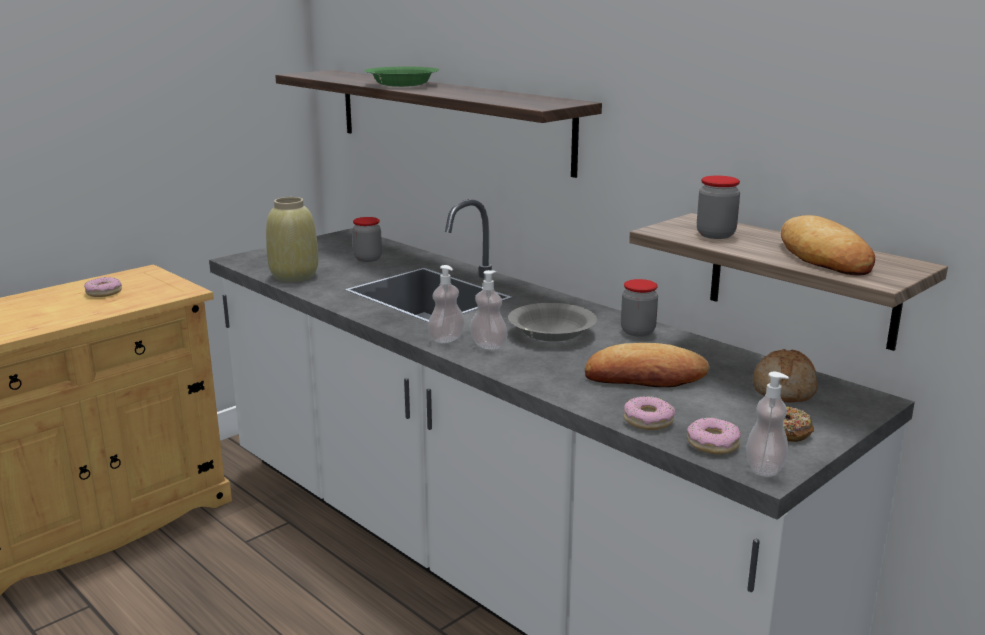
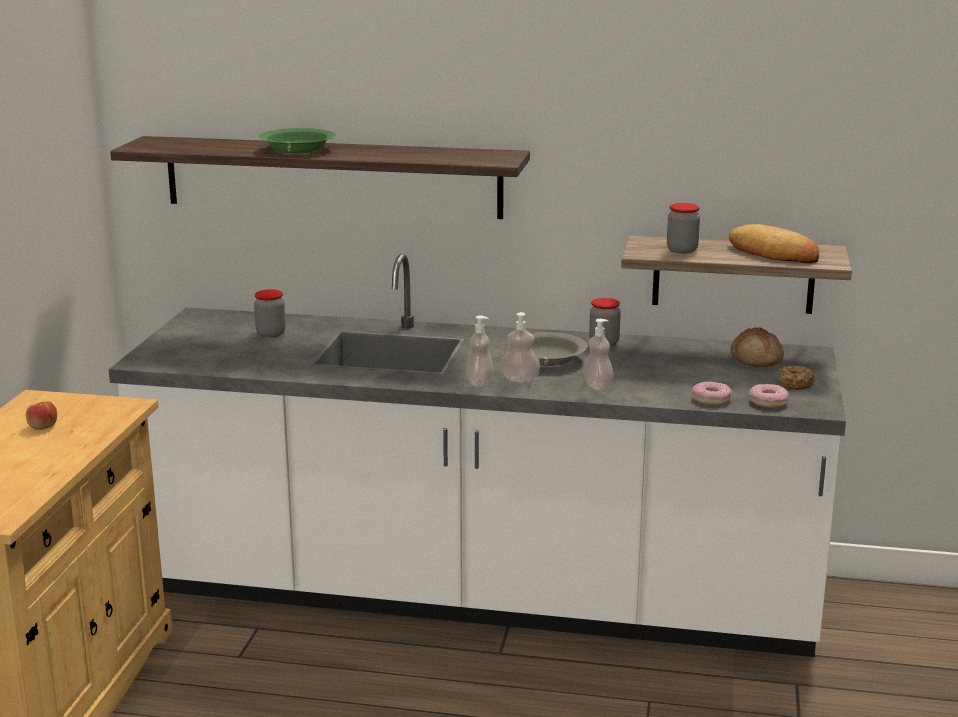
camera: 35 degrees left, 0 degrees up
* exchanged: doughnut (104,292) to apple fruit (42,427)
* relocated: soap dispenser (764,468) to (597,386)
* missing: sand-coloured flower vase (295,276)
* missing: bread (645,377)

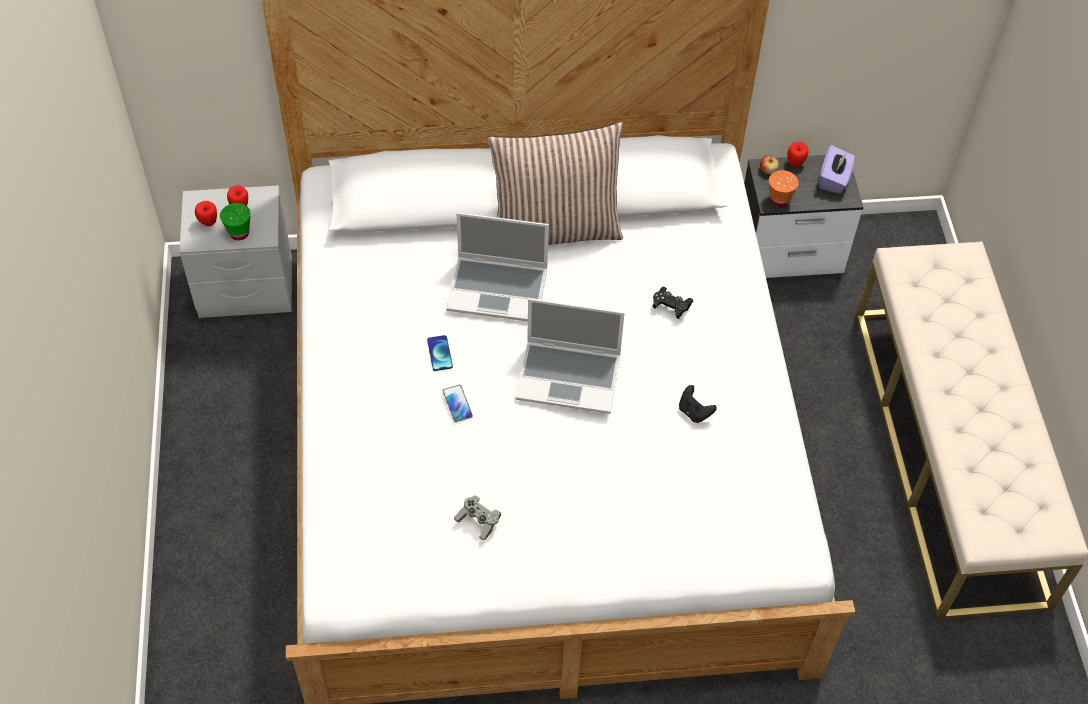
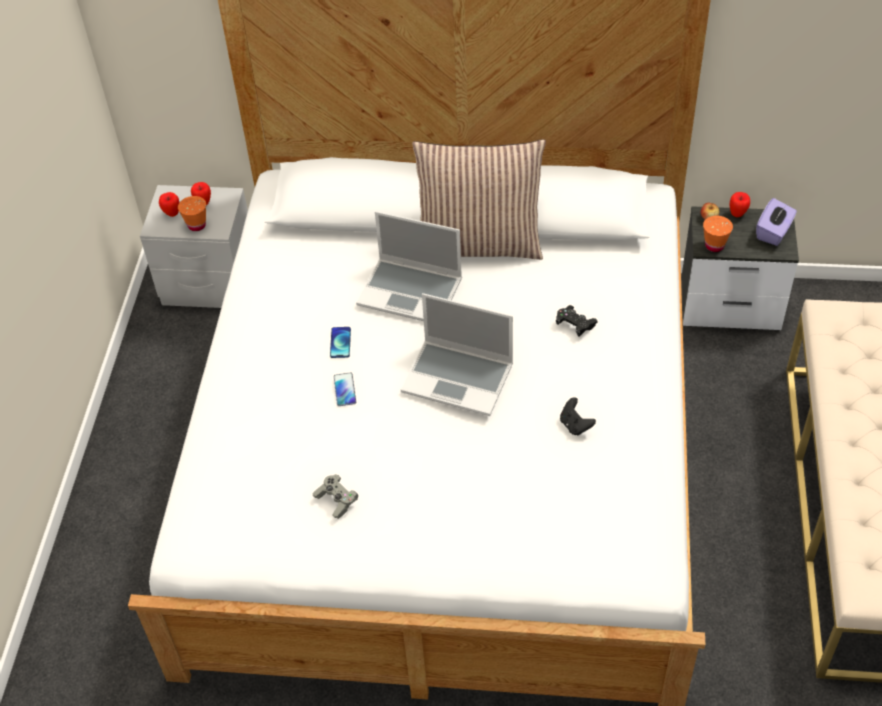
camera: 15 degrees right, 5 degrees down
* colour: green-coloured small cup (239,233) to orange-coloured small cup (196,225)

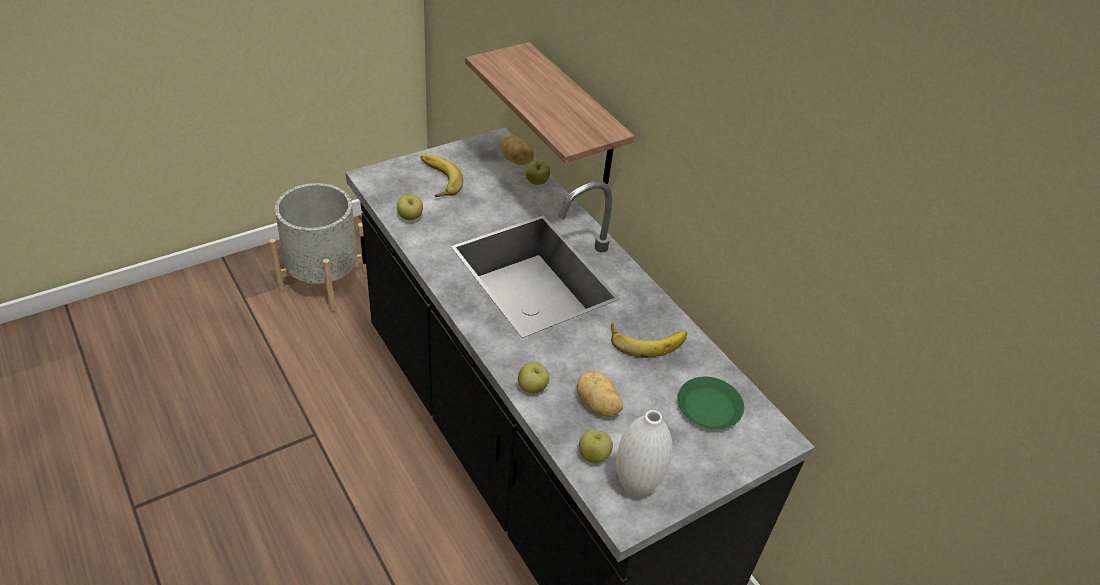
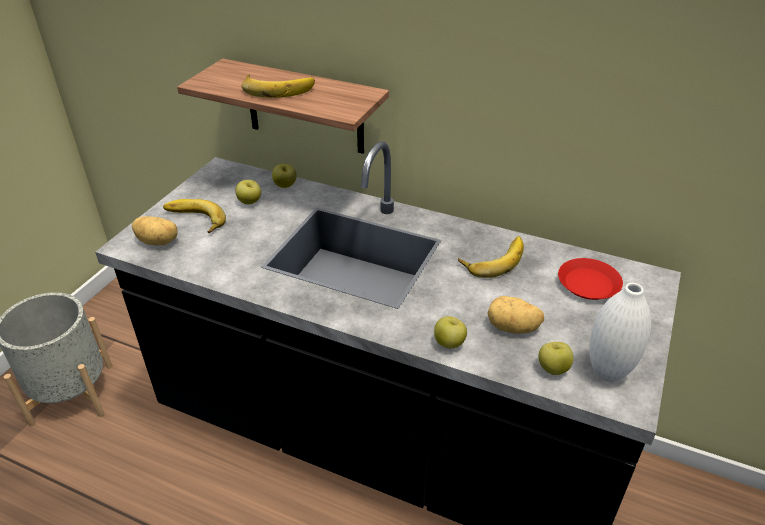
camera: 30 degrees left, 5 degrees down
* relocated: spud (516,160) to (158,241)
* relocated: apple fruit (410,217) to (250,202)
* appeared: banana fruit (278,88)
* colour: green-coloured plate (709,407) to red-coloured plate (588,283)

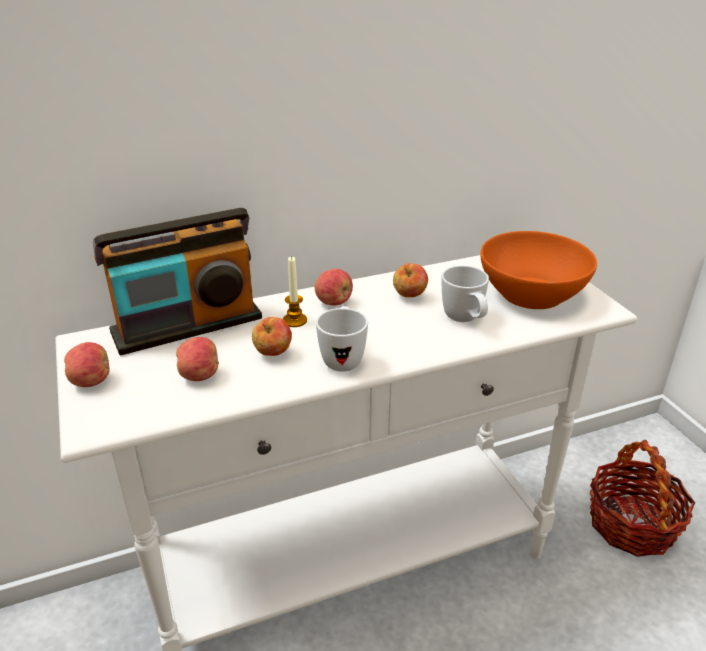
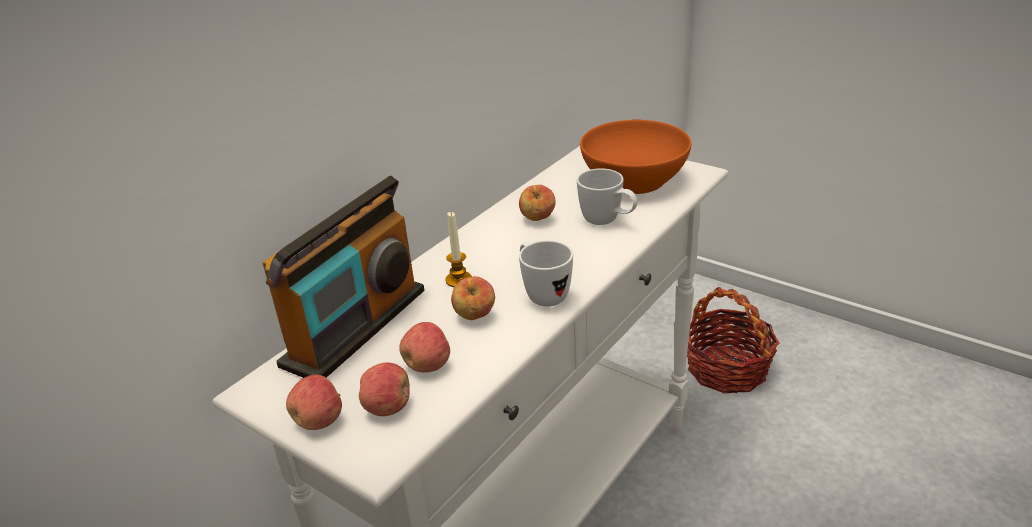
camera: 30 degrees left, 0 degrees up
* relocated: apple fruit (334,302) to (388,407)

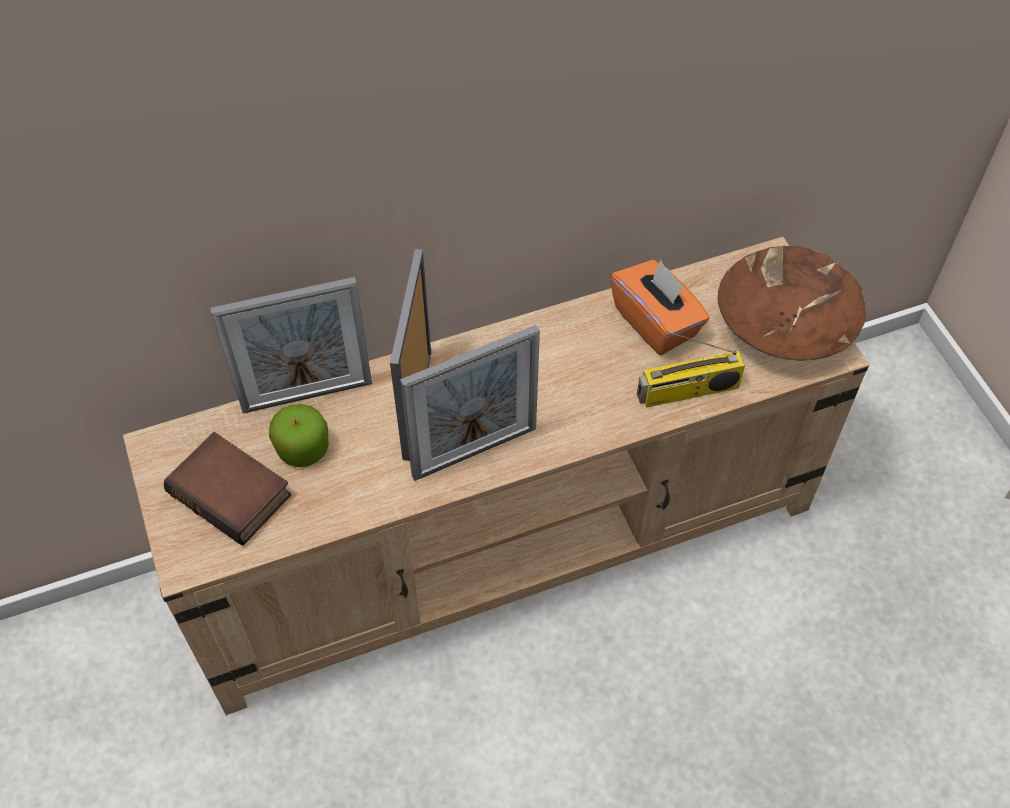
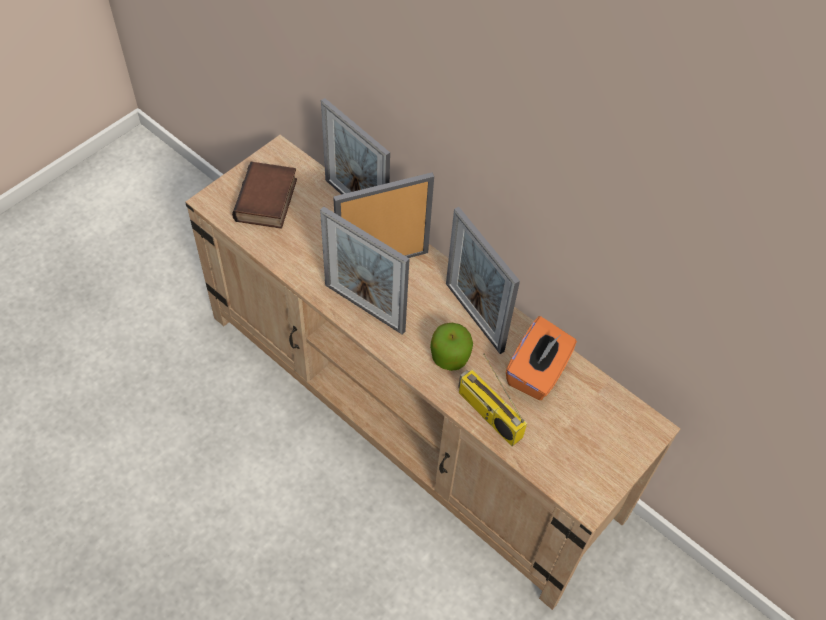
camera: 60 degrees right, 0 degrees up
* relocated: apple fruit (302,448) to (450,356)
* appeared: standing frame (474,317)
* missing: brown-coloured serving bowl (785,324)

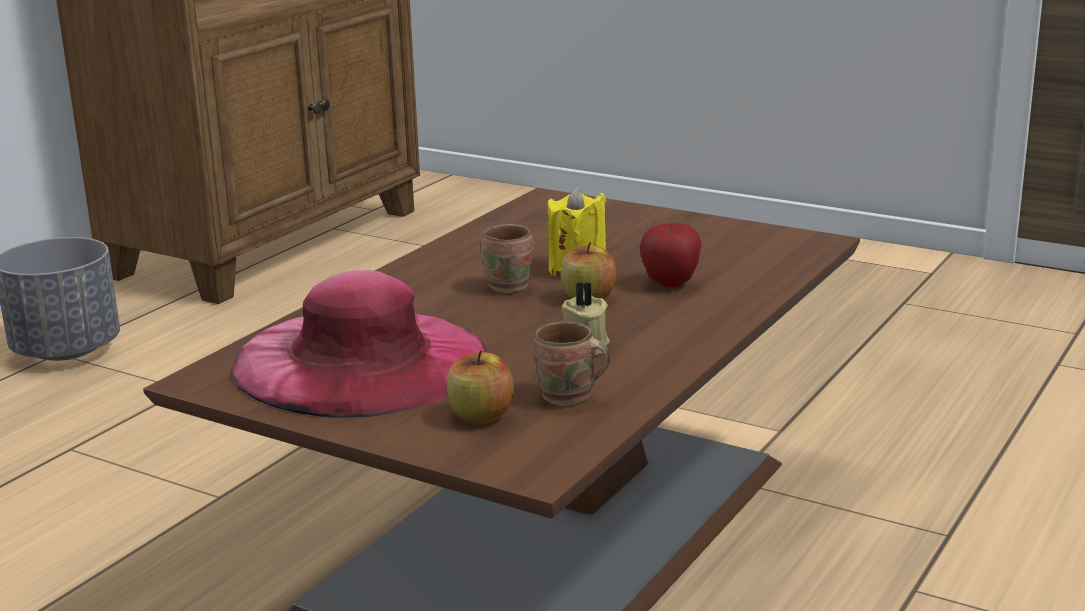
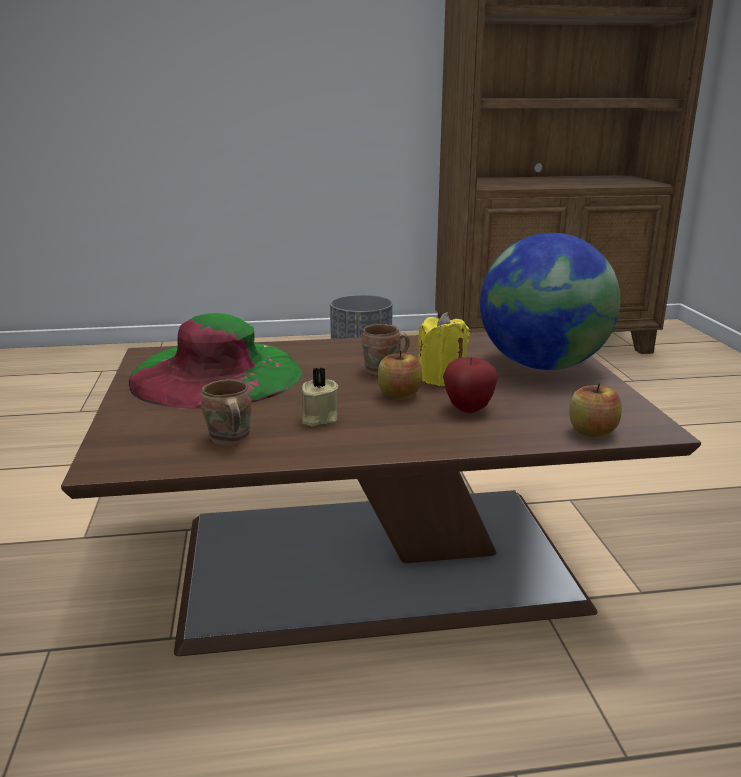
camera: 50 degrees right, 0 degrees up
* colour: pinkish wearable hat (360,361) to green-coloured wearable hat (216,374)
* appeared: world globe (542,366)
* relocated: apple fruit (481,416) to (592,432)

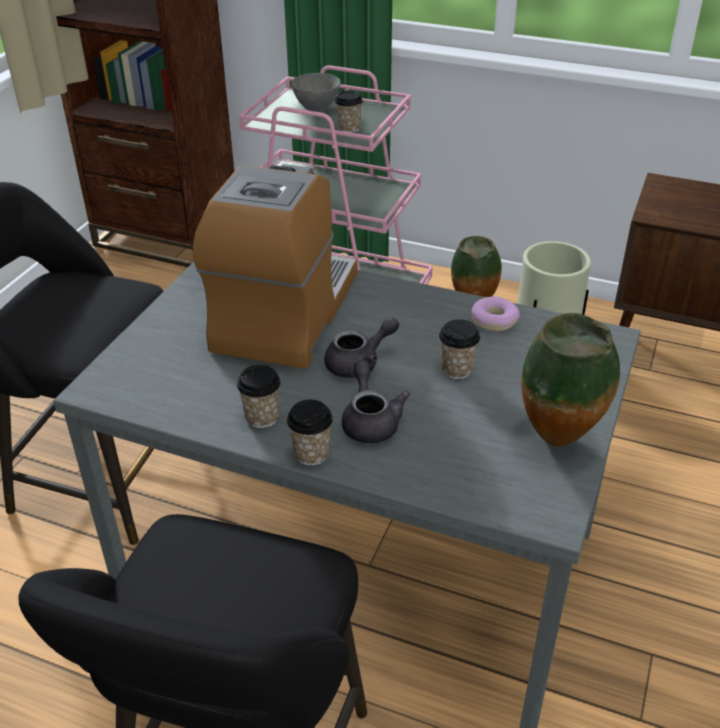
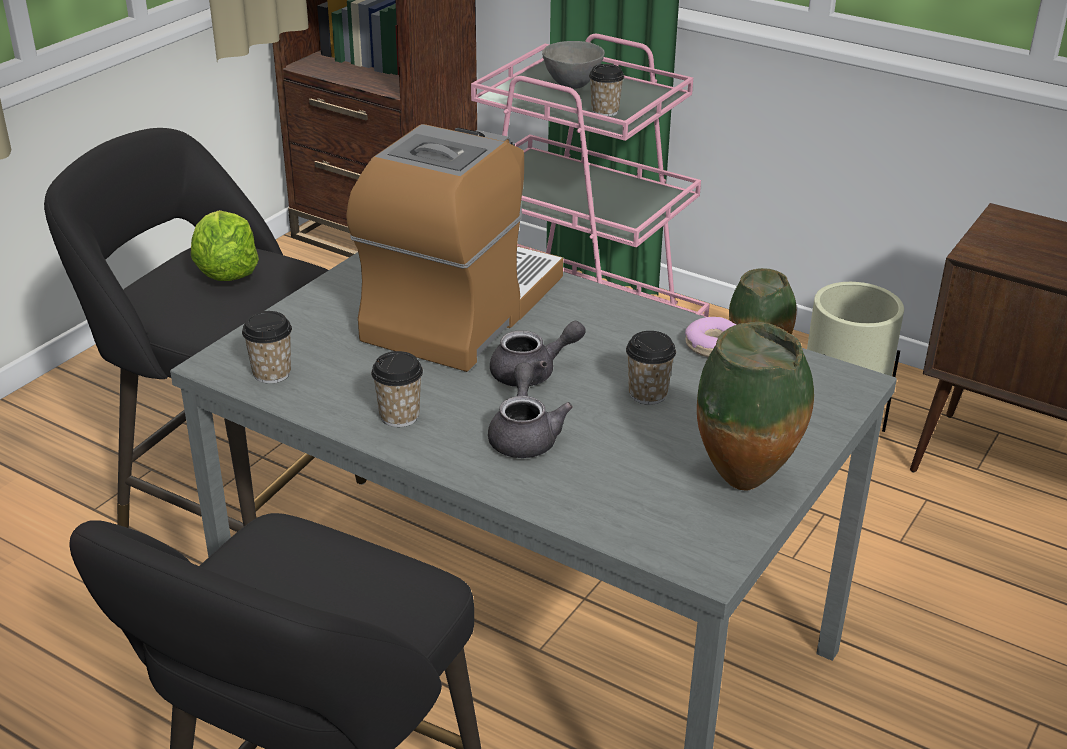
camera: 10 degrees right, 5 degrees down
* appeared: head of lettuce (226,273)
* relocated: small cup (311,454) to (272,373)

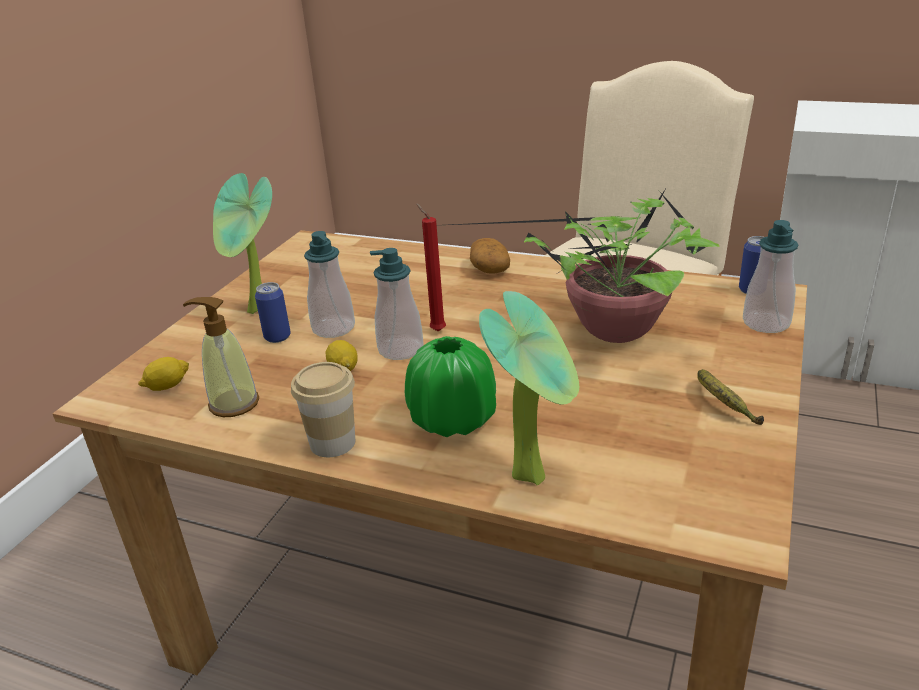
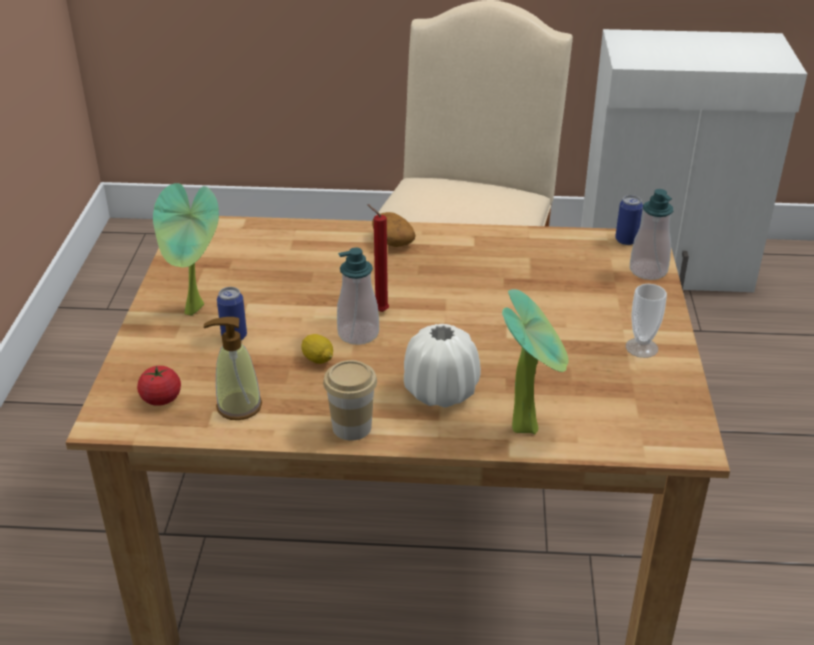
camera: 20 degrees left, 5 degrees up
* exchanged: citrus fruit (167,386) to tomato (161,399)
* colour: green-coloured flower vase (452,419) to white-coloured flower vase (440,391)
* exchanged: banana fruit (722,405) to small cup (641,348)
* missing: soap dispenser (333,328)
* missing: potted plant (609,330)

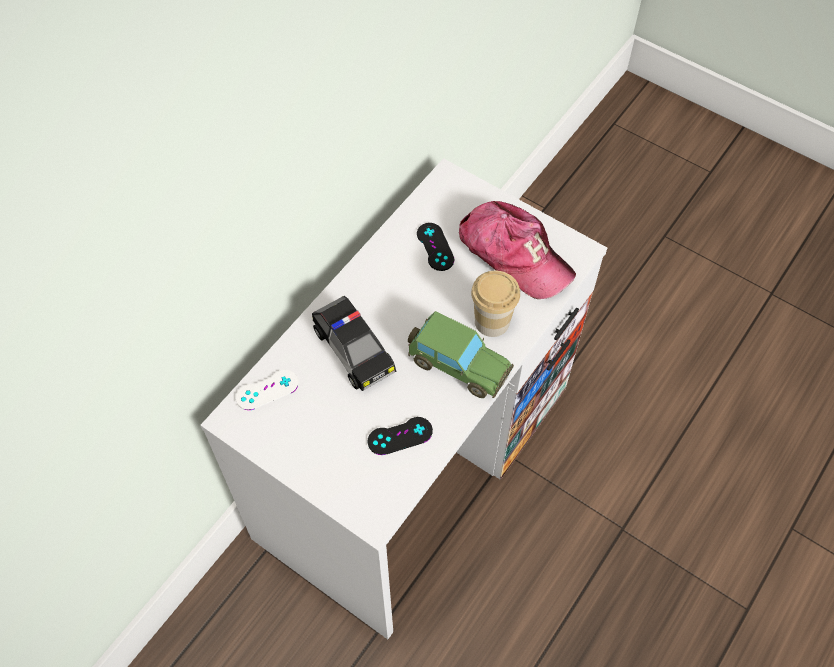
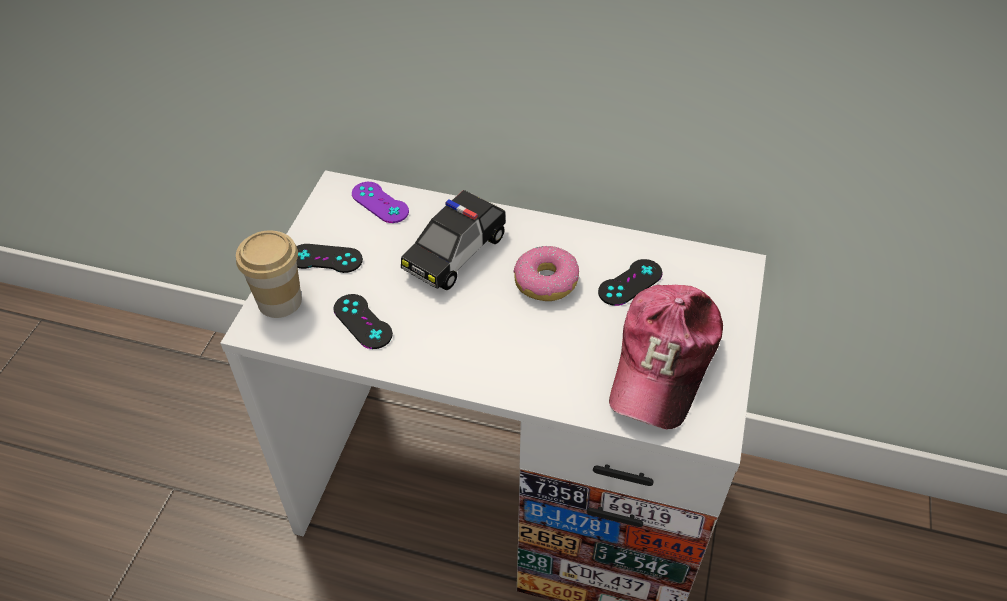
camera: 70 degrees right, 10 degrees down
* relocated: small cup (492,321) to (279,301)
* appeared: black joypad (325,259)
* colour: white-coloured joypad (267,390) to purple-coloured joypad (380,202)
* appeared: doughnut (546,281)
* missing: miniature car (458,365)

